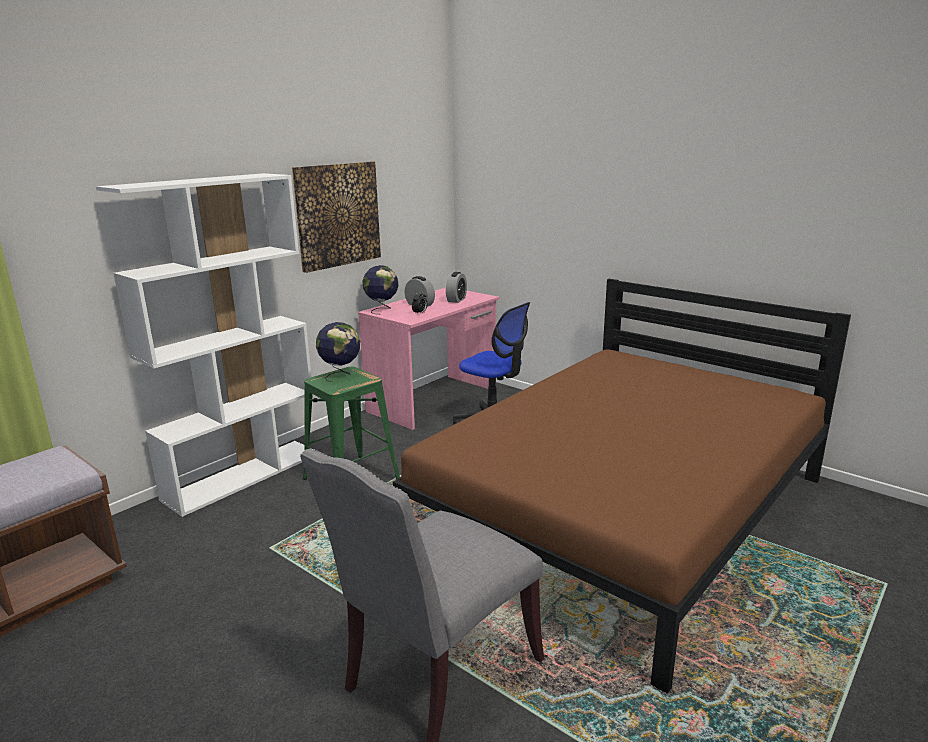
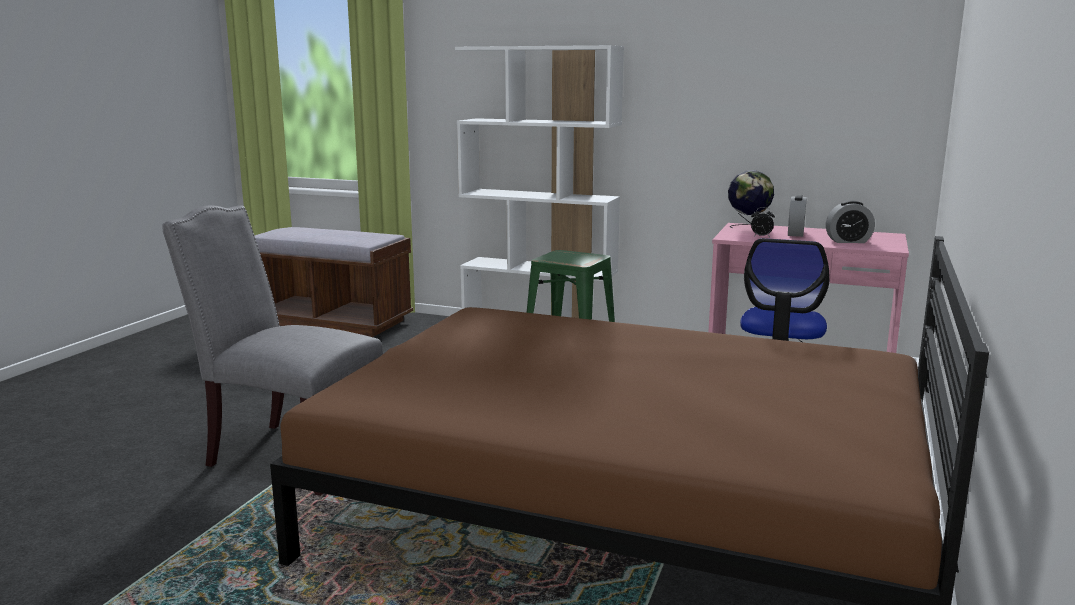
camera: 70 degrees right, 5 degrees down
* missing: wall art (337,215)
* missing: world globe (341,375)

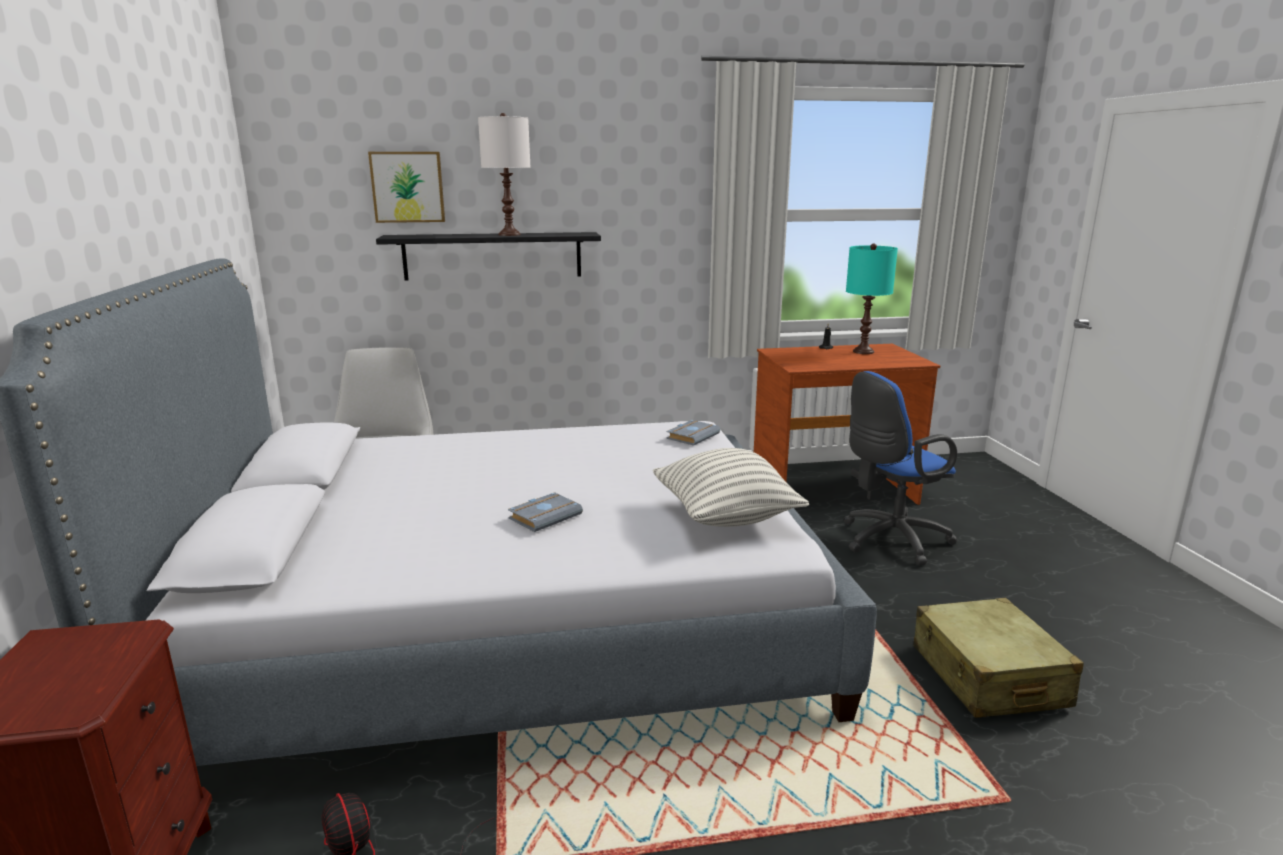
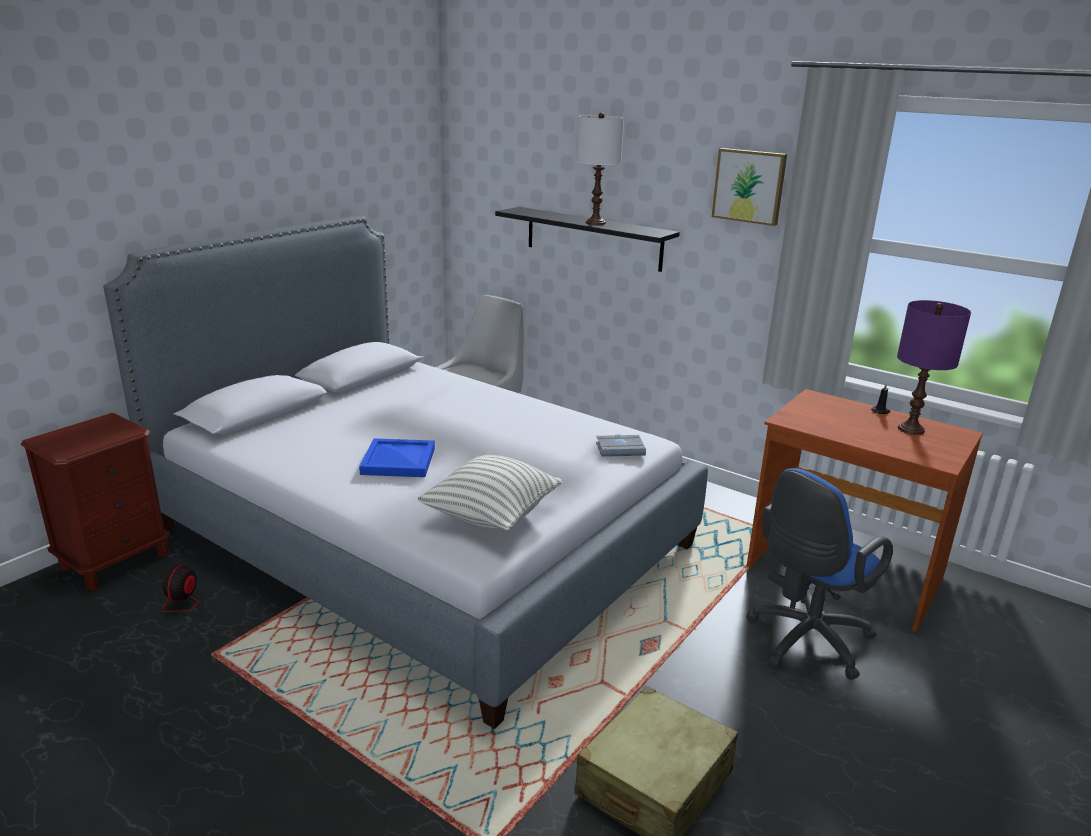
camera: 45 degrees right, 5 degrees up
* exchanged: greyish book (545,516) to blue-coloured serving tray (399,460)
* relocated: wall art (408,187) to (749,186)
* spun: blue-coloured desk chair (889,540) = (804,642) 60 degrees counterclockwise
* colour: turquoise-coloured lamp for a table (863,352) to purple-coloured lamp for a table (910,429)

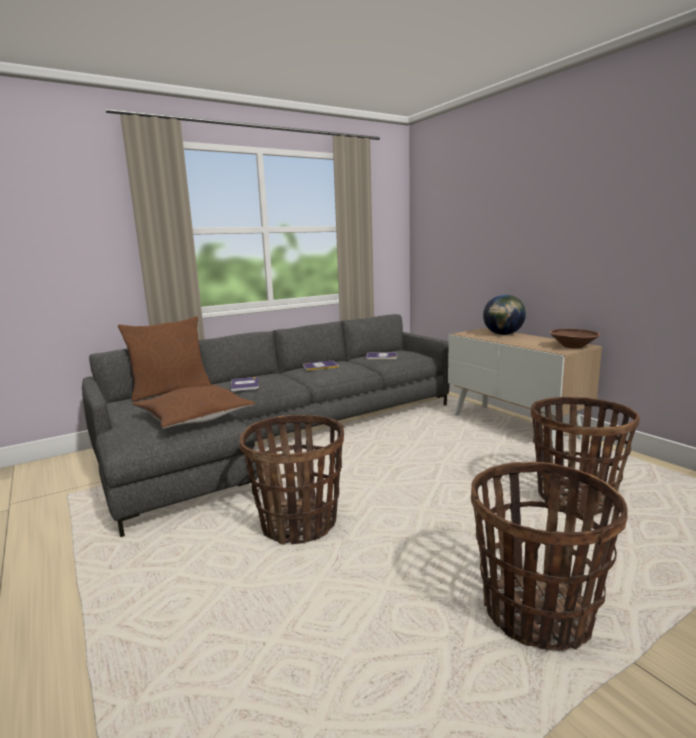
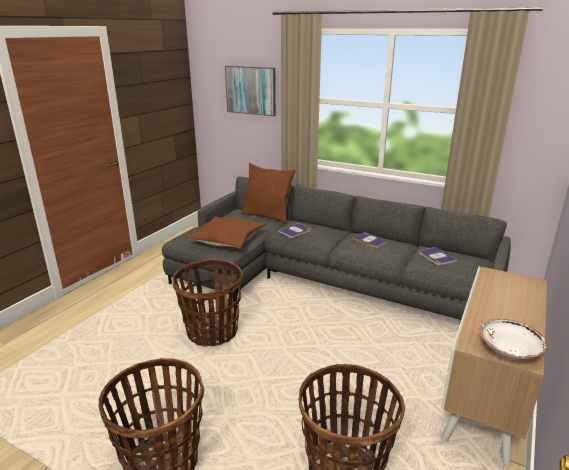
camera: 60 degrees right, 10 degrees up
* appeared: wall art (251,90)
* colour: brown-coloured serving bowl (573,346) to white-coloured serving bowl (508,352)
* missing: world globe (503,334)

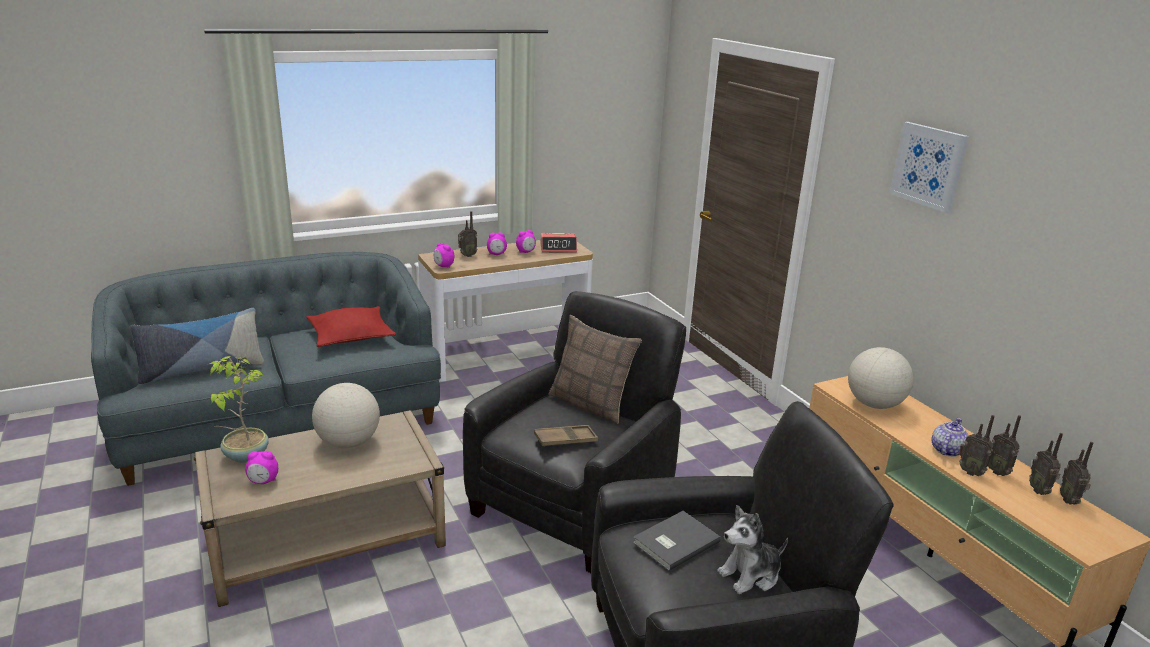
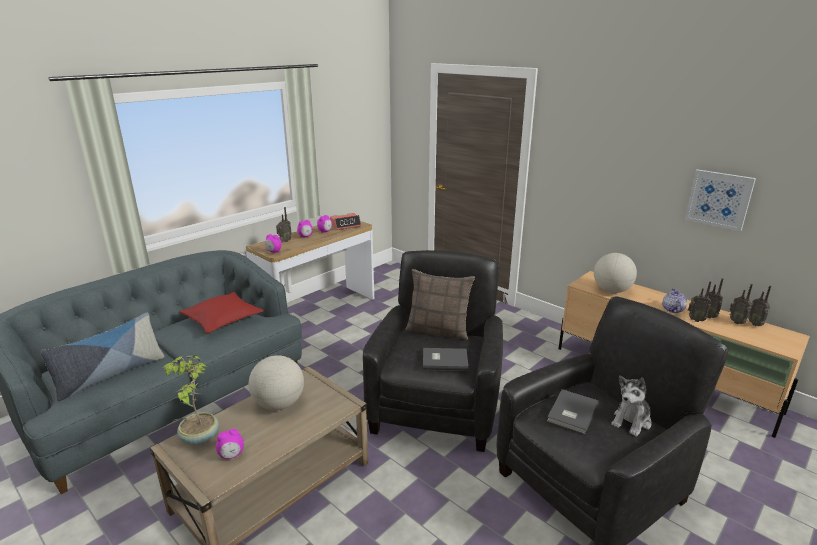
camera: 20 degrees left, 0 degrees up
* exchanged: brown-coloured serving tray (565,440) to greyish book (444,360)
* relocated: wall art (929,166) to (719,199)

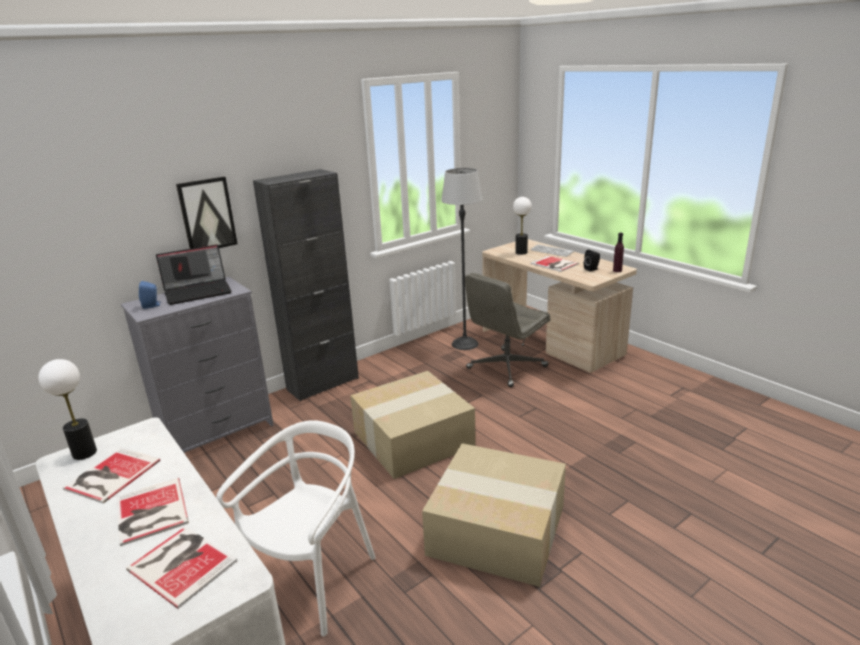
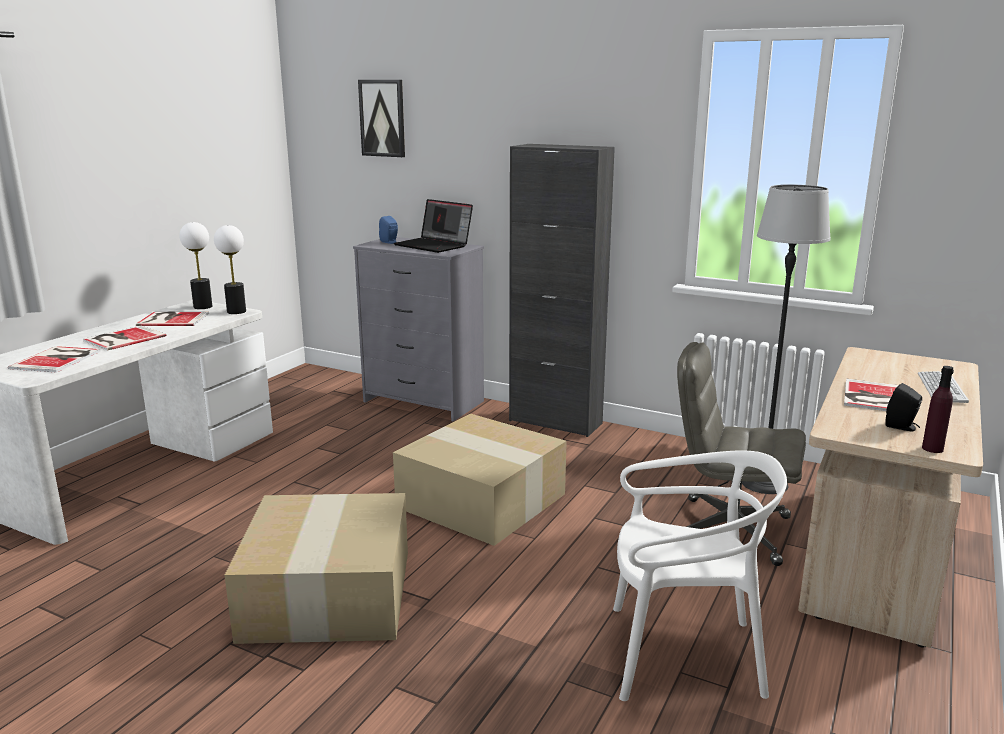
camera: 65 degrees right, 5 degrees down
* relocated: lamp for a table (521,252) to (236,311)
* relocated: wall art (207,214) to (382,118)
* relocated: white-coloured chair (313,579) to (682,655)

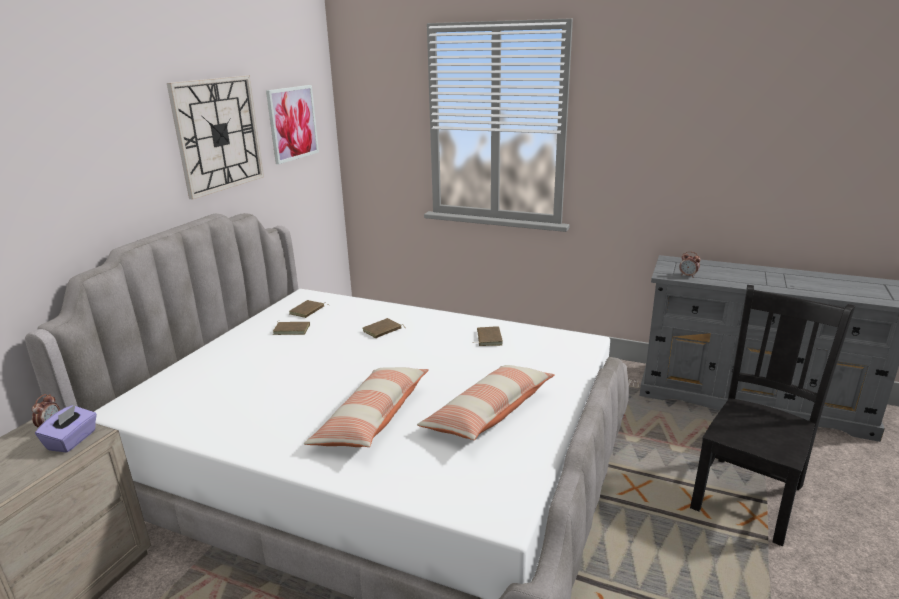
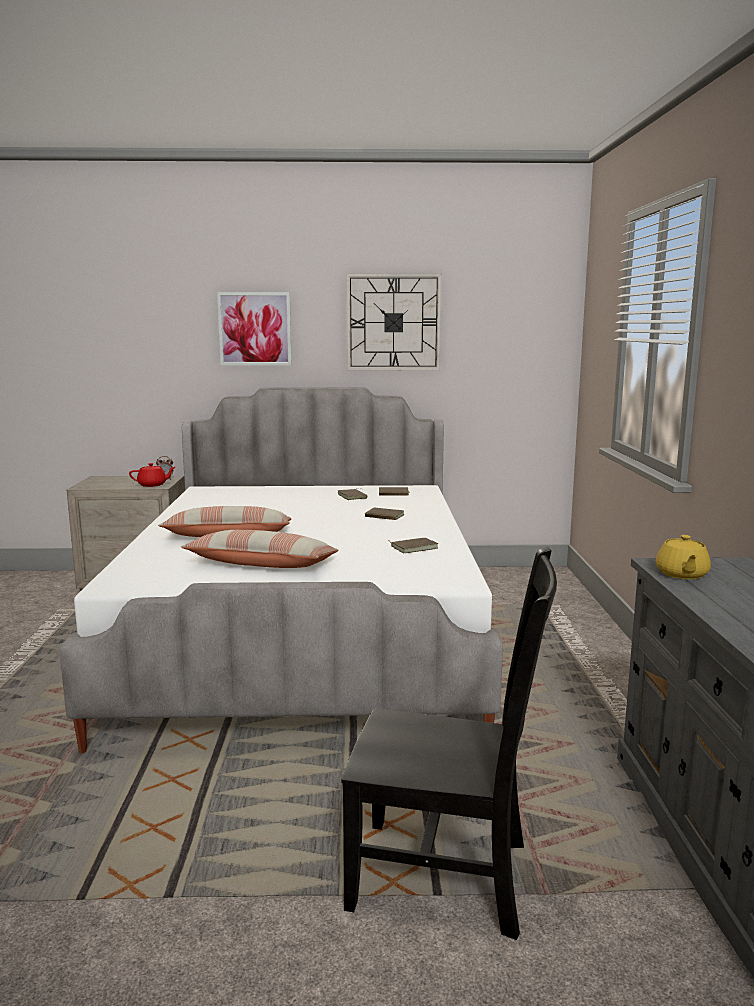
camera: 65 degrees right, 10 degrees down
* exchanged: purple-coloured box of tissues (72,440) to red-coloured pot for tea (153,485)
* relocated: wall art (292,123) to (255,329)
* exchanged: table clock (688,275) to yellowish pot for tea (681,574)

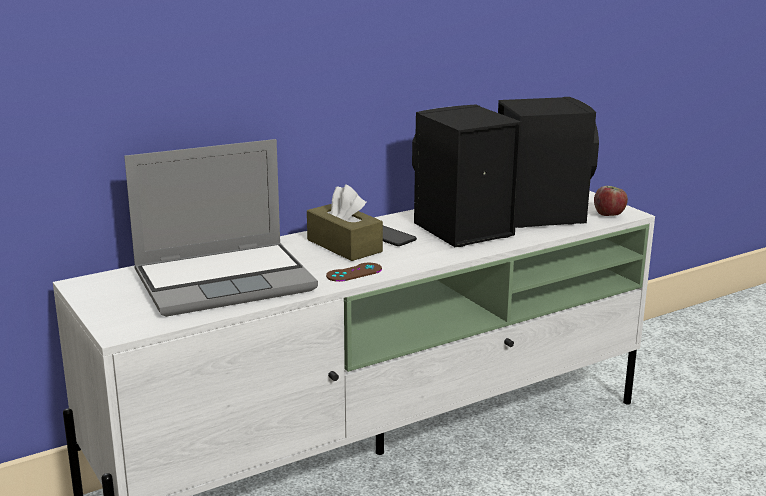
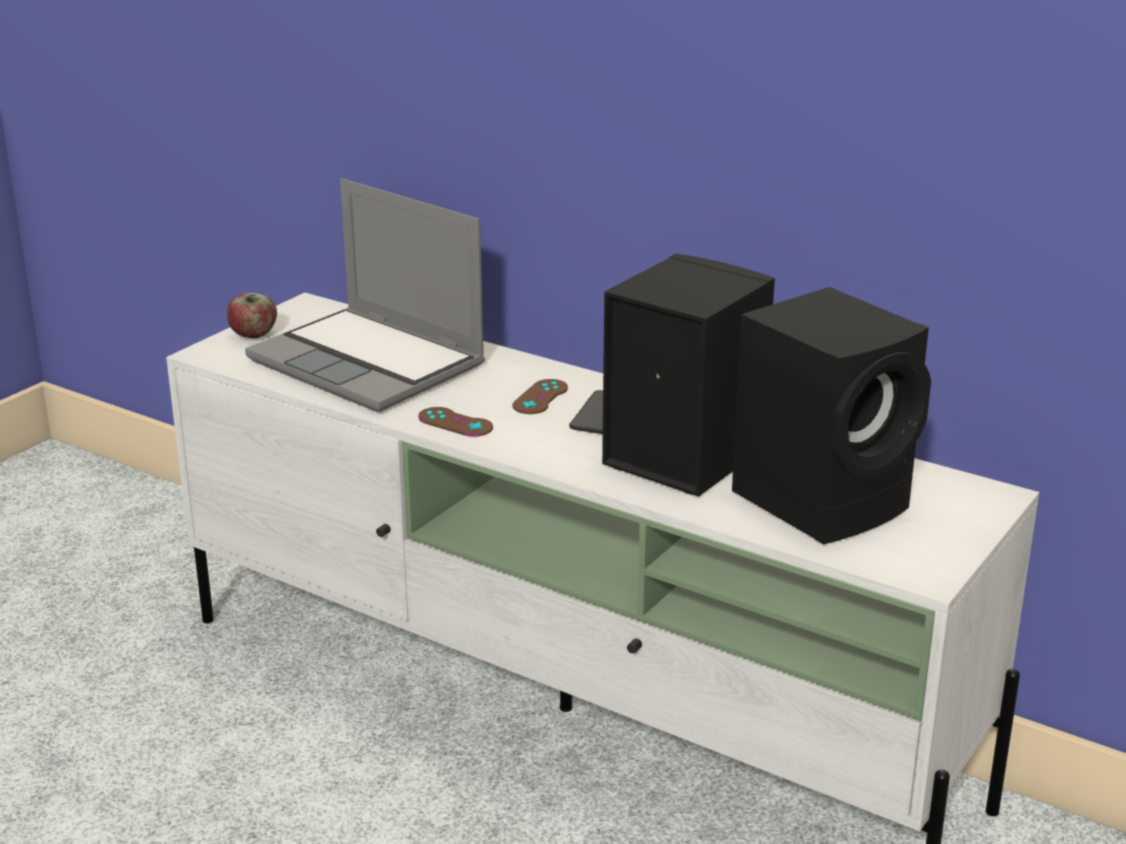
camera: 65 degrees right, 5 degrees up
* relocated: apple fruit (609,215) to (253,335)
* exchanged: brown-coloured box of tissues (344,246) to brown-coloured joypad (540,397)

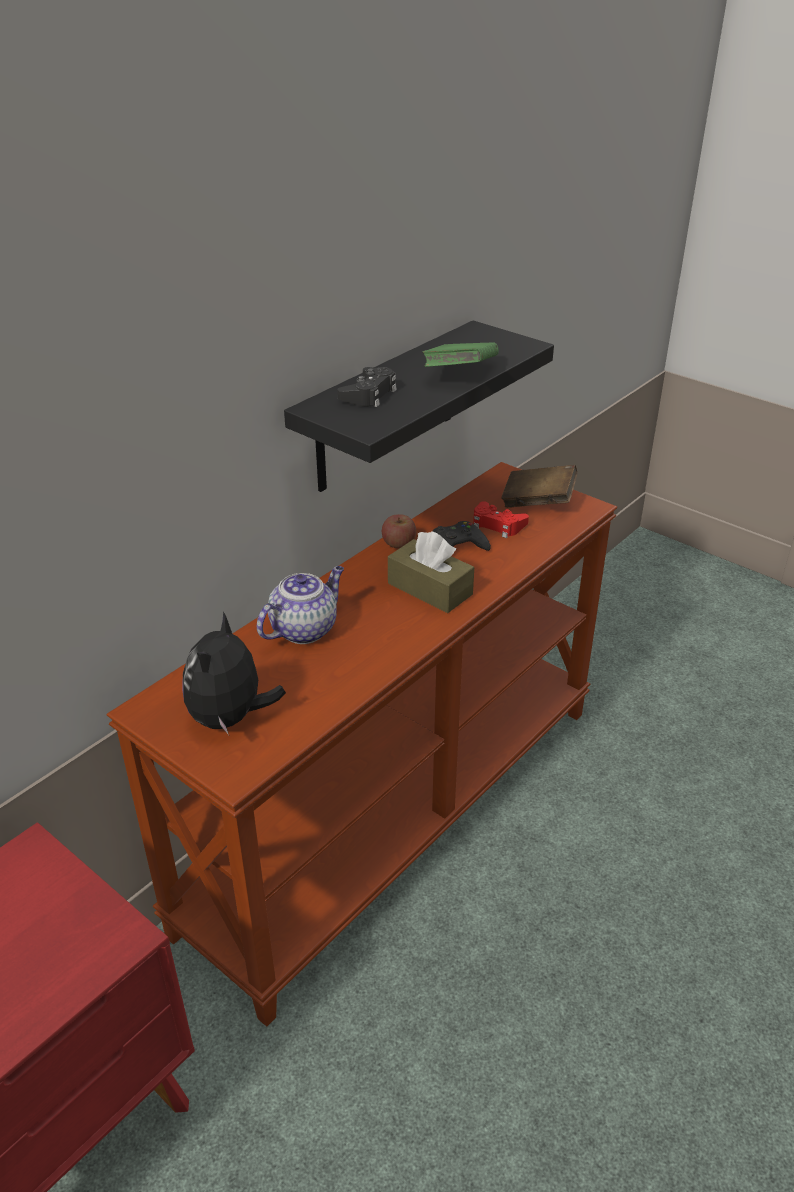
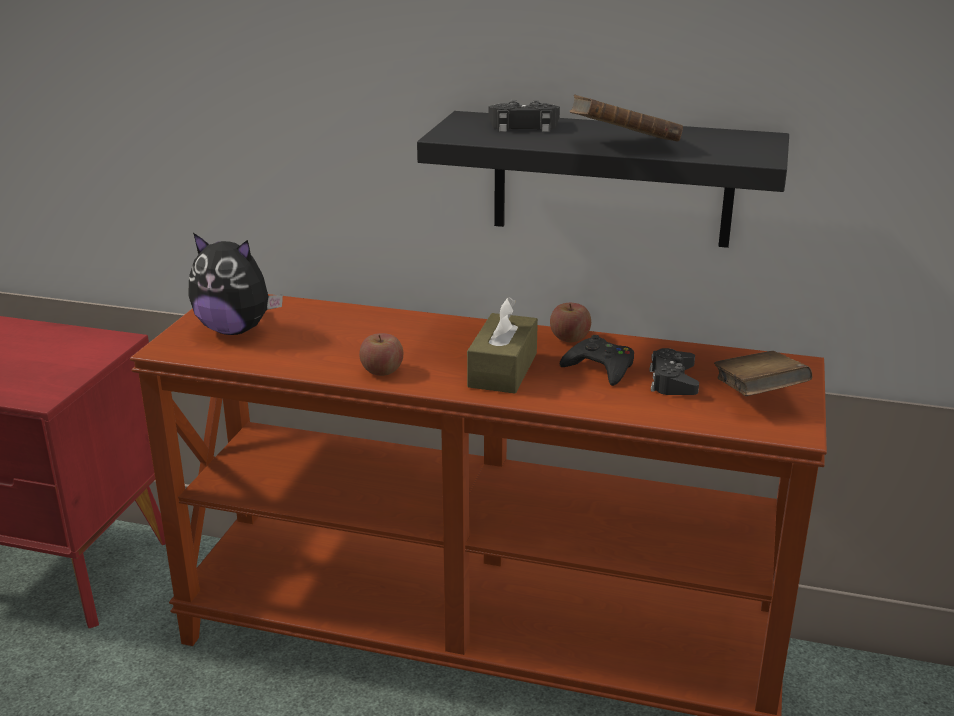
camera: 65 degrees right, 10 degrees down
* spun: soft toy (230,718) = (235,329) 150 degrees counterclockwise
* appeared: apple fruit (382,370)
* colour: green-coloured book (460,375) to brown-coloured book (623,145)
* colour: red-coloured joypad (497,525) to black joypad (672,381)
* missing: pot for tea (304,629)

